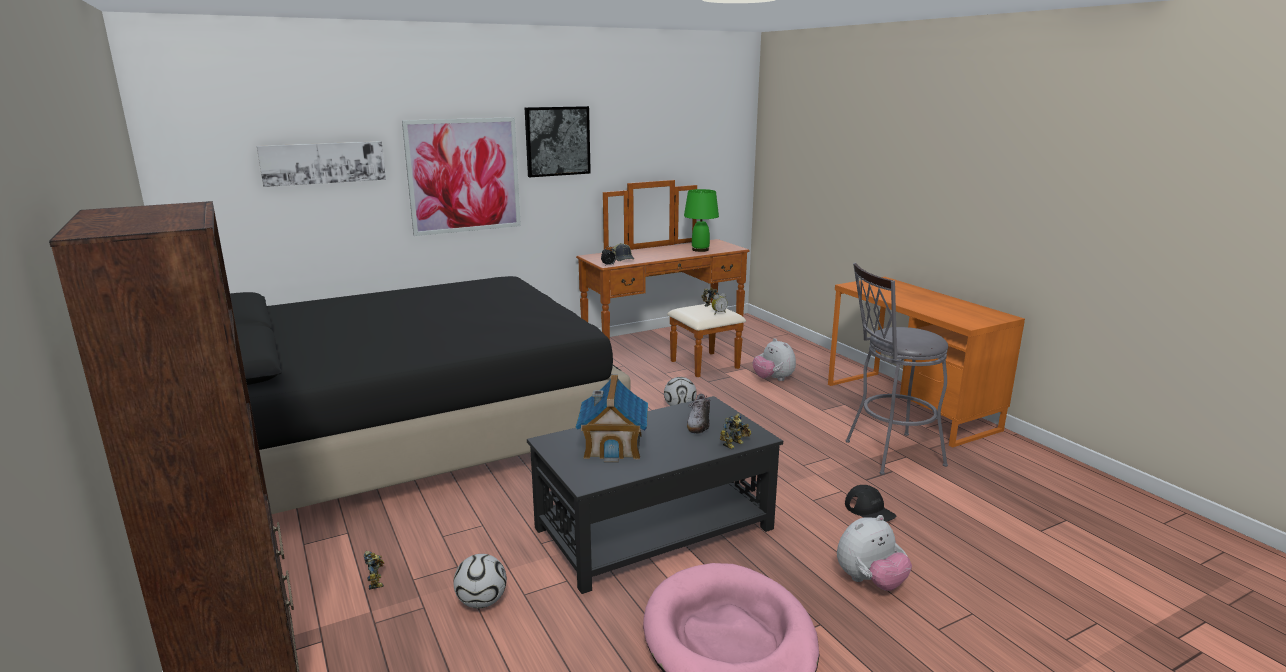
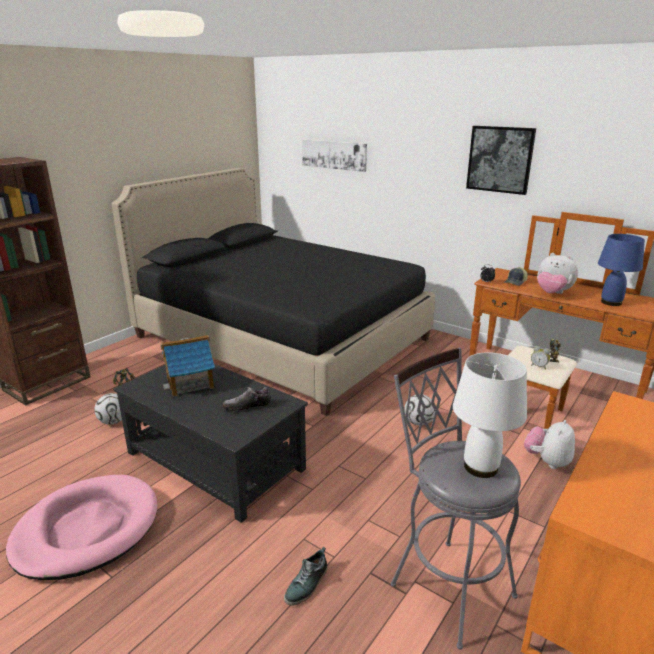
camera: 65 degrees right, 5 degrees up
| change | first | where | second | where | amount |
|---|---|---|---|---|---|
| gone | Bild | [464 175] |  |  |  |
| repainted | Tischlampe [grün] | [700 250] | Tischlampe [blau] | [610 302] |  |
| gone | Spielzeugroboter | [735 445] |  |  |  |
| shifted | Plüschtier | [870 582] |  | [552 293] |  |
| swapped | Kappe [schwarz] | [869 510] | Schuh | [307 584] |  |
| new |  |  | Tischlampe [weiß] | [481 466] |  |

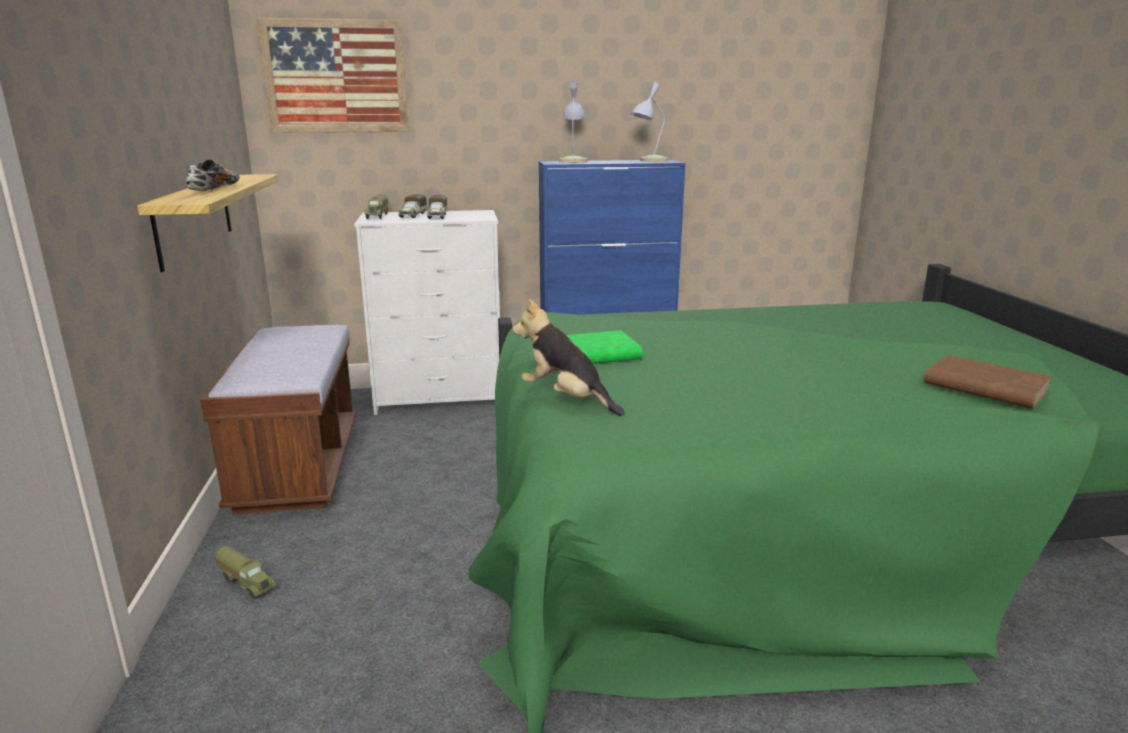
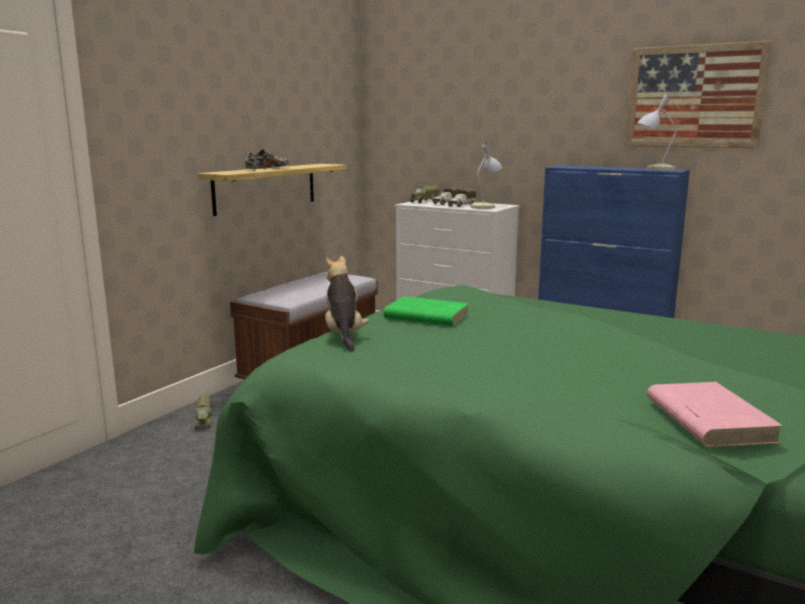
camera: 40 degrees right, 5 degrees down
| change | first | where | second | where | amount |
|---|---|---|---|---|---|
| shifted | Bild | [336 77] |  | [694 96] |  |
| shifted | Tischlampe | [573 161] |  | [486 207] |  |
| repainted | Buch [braun] | [984 387] | Buch [rosa] | [707 419] |  |

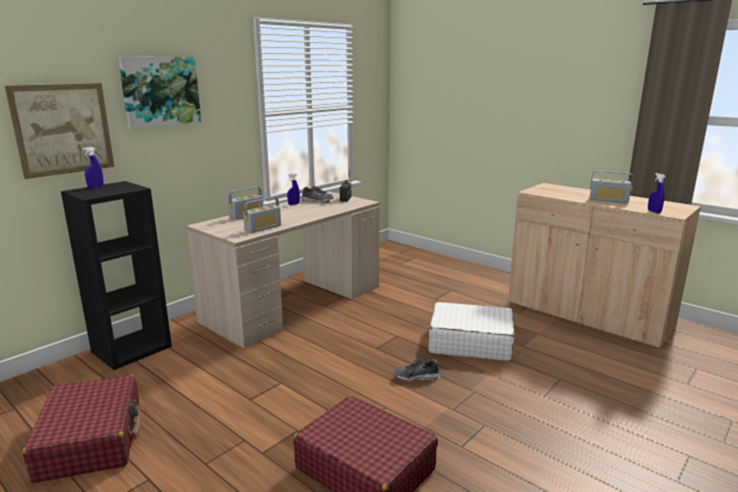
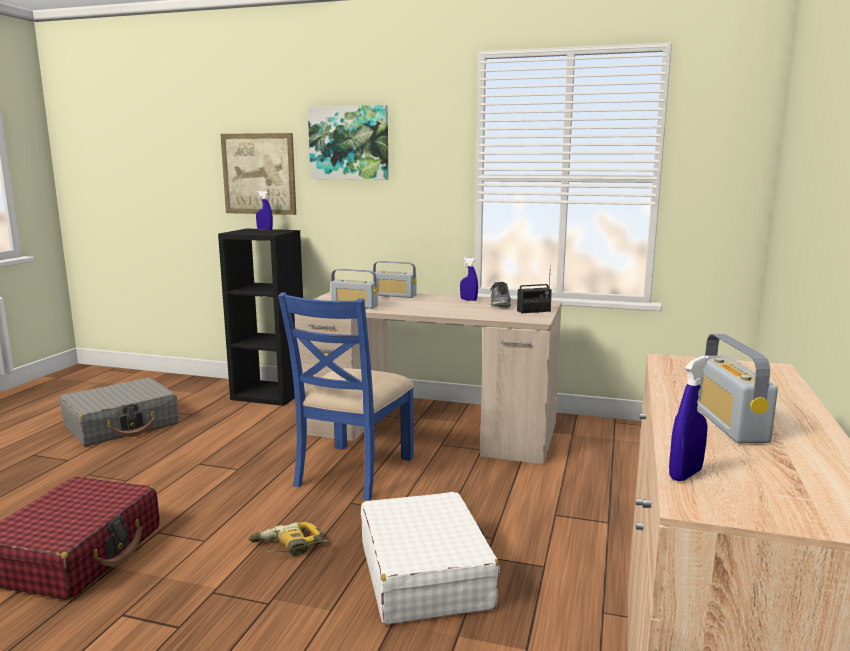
camera: 65 degrees right, 5 degrees down
| change | first | where | second | where | amount |
|---|---|---|---|---|---|
| repainted | Koffer [rot] | [91 440] | Koffer [grau] | [122 425] |  |
| swapped | Schuh | [417 377] | Bohrmaschine | [289 547] |  |
| new |  |  | Stuhl [blau] | [353 471] |  |

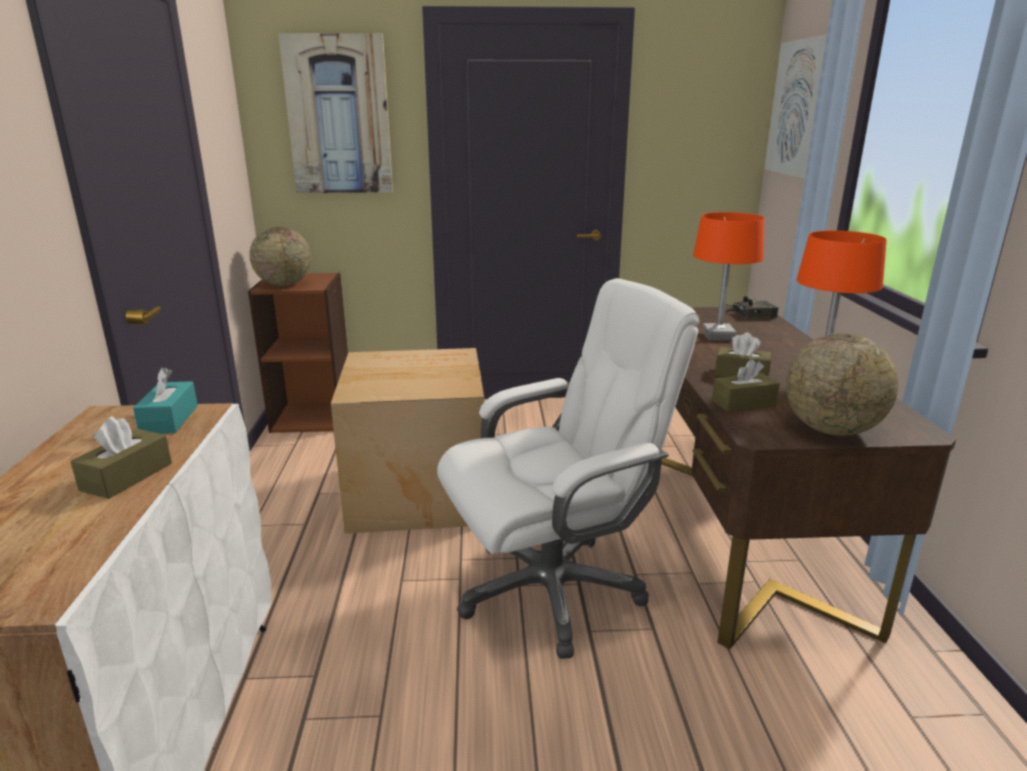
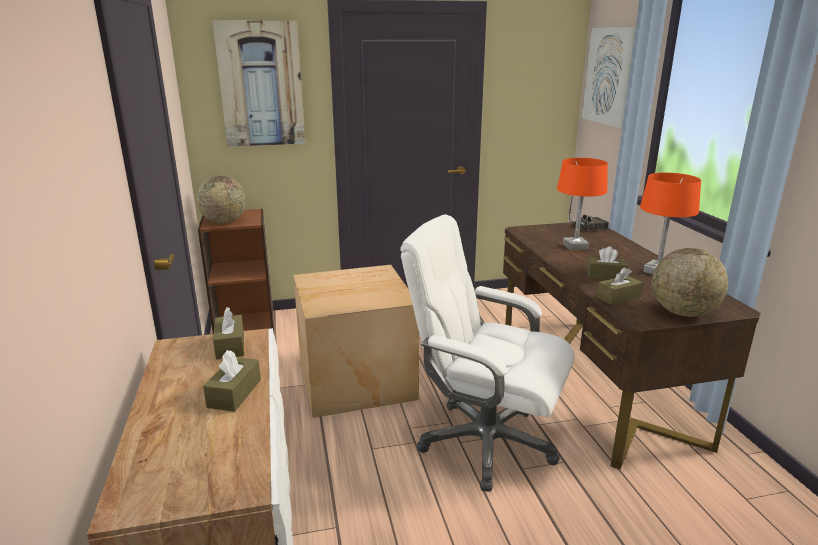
camera: 10 degrees left, 0 degrees up
| change | first | where | second | where | amount |
|---|---|---|---|---|---|
| repainted | Taschentuchbox [türkis] | [169 419] | Taschentuchbox [braun] | [230 346] |  |
| rotated | Bürostuhl [weiß] | [552 589] |  | [485 442] | 120 degrees counterclockwise |

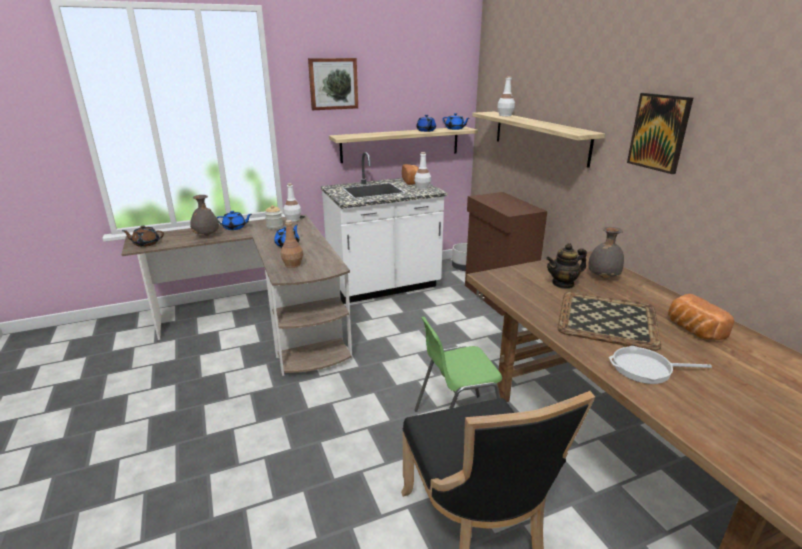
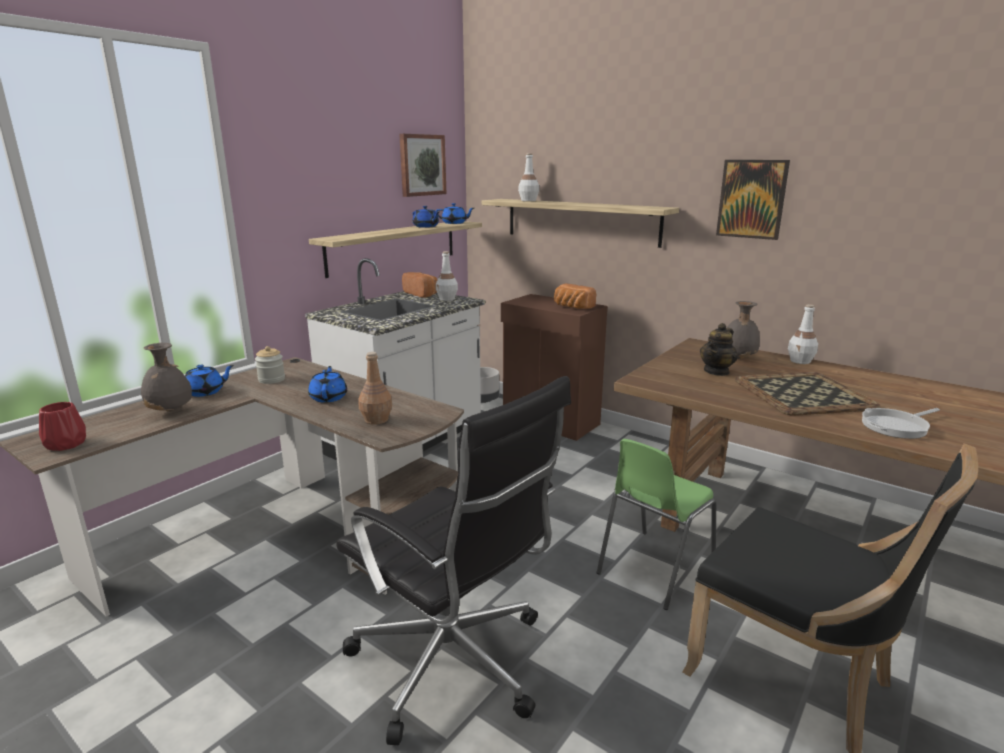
camera: 30 degrees left, 5 degrees down
| change | first | where | second | where | amount |
|---|---|---|---|---|---|
| swapped | Teekanne [braun] | [146 244] | Vase [rot] | [65 445] |  |
| shifted | Flasche [weiß] | [293 219] |  | [800 361] |  |
| shifted | Bild | [333 84] |  | [422 165] |  |
| shifted | Brot | [692 330] |  | [572 307] |  |
| new |  |  | Bürostuhl [schwarz] | [453 664] |  |

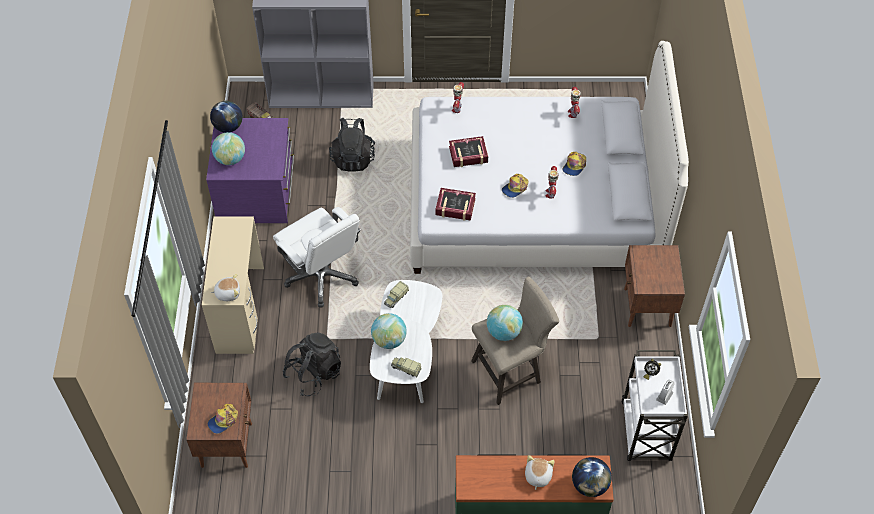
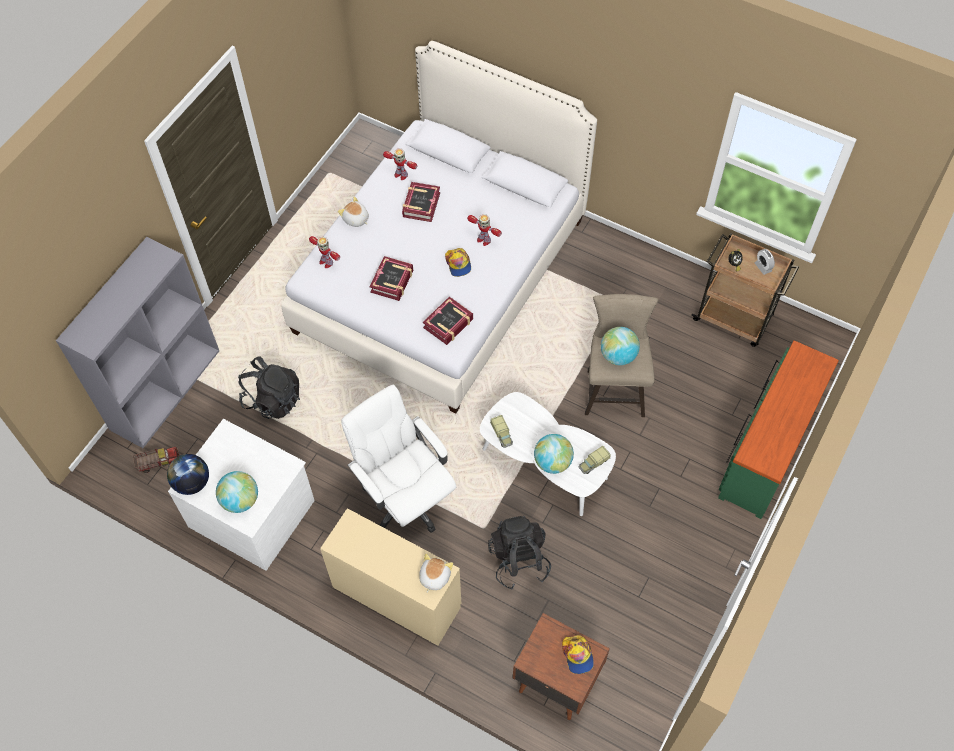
camera: 60 degrees left, 5 degrees up
| change | first | where | second | where | amount |
|---|---|---|---|---|---|
| repainted | Kommode [lila] | [257 192] | Kommode [weiß] | [253 512] |  |
| rotated | Bürostuhl [weiß] | [322 276] |  | [405 498] | 120 degrees counterclockwise |
| shifted | Plüschtier | [537 476] |  | [355 219] |  |
| gone | Kappe | [574 166] |  |  |  |
| gone | Globus | [589 485] |  |  |  |
| repainted | Rollwagen [weiß] | [646 433] | Rollwagen [braun] | [734 319] |  |
| gone | Nachttisch [braun] | [647 308] |  |  |  |
| new |  |  | Buch | [421 205] |  |

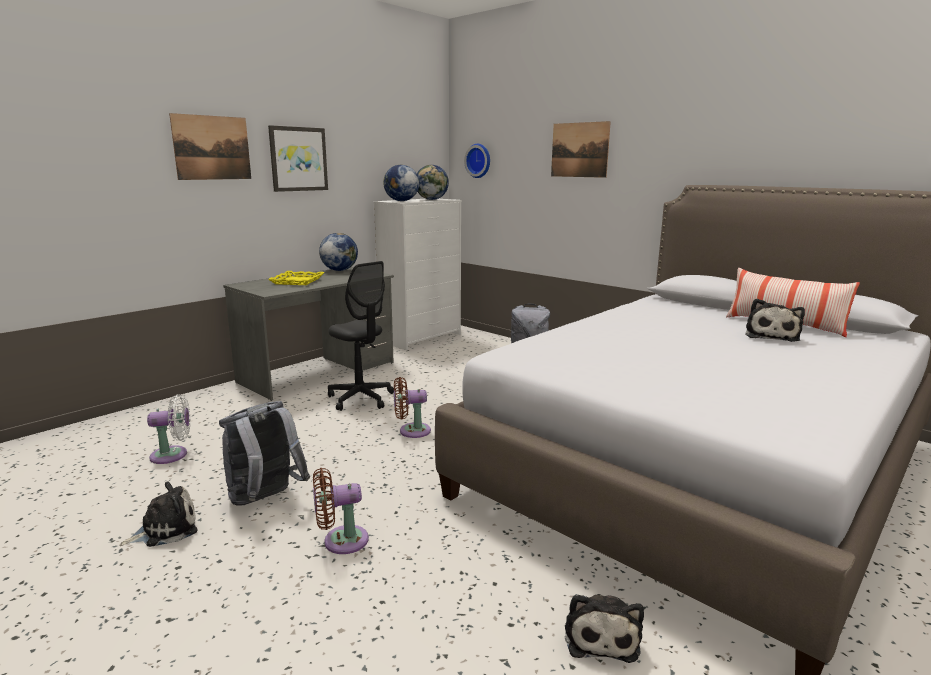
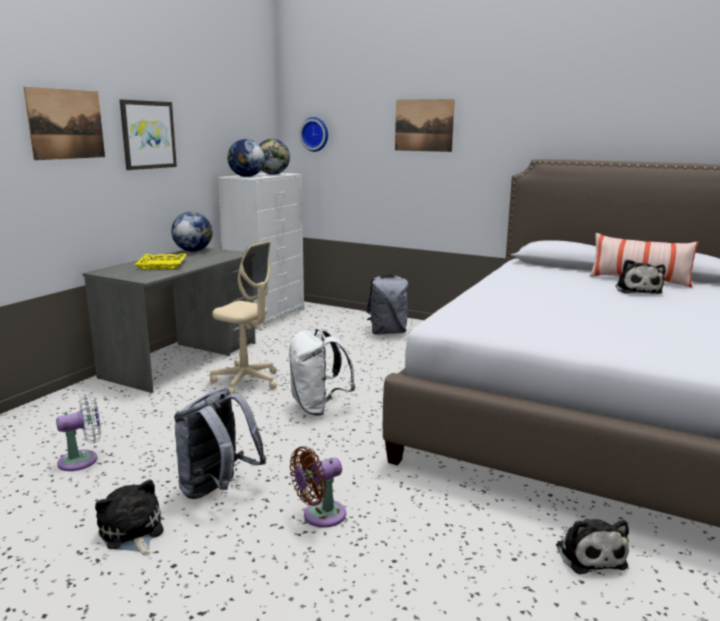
camera: 15 degrees left, 0 degrees up
| change | first | where | second | where | amount |
|---|---|---|---|---|---|
| rotated | Plüschtier | [165 529] |  | [132 533] | 75 degrees counterclockwise |
| repainted | Bürostuhl [schwarz] | [361 398] | Bürostuhl [beige] | [246 381] |  |
| swapped | Ventilator [braun] | [411 431] | Rucksack [weiß] | [318 407] |  |

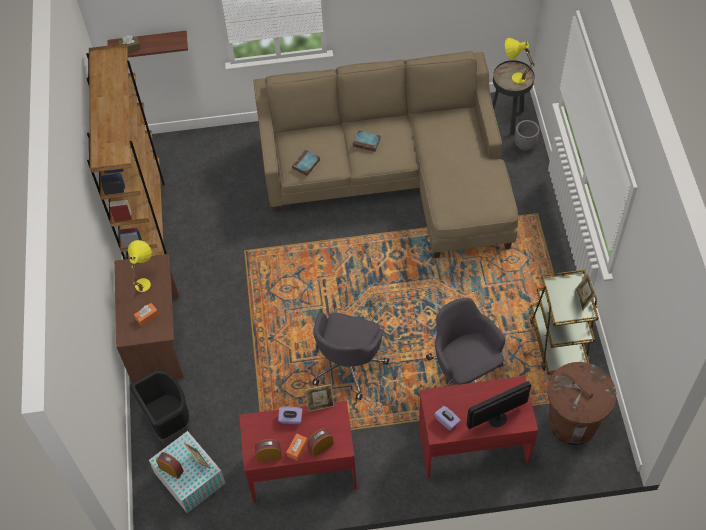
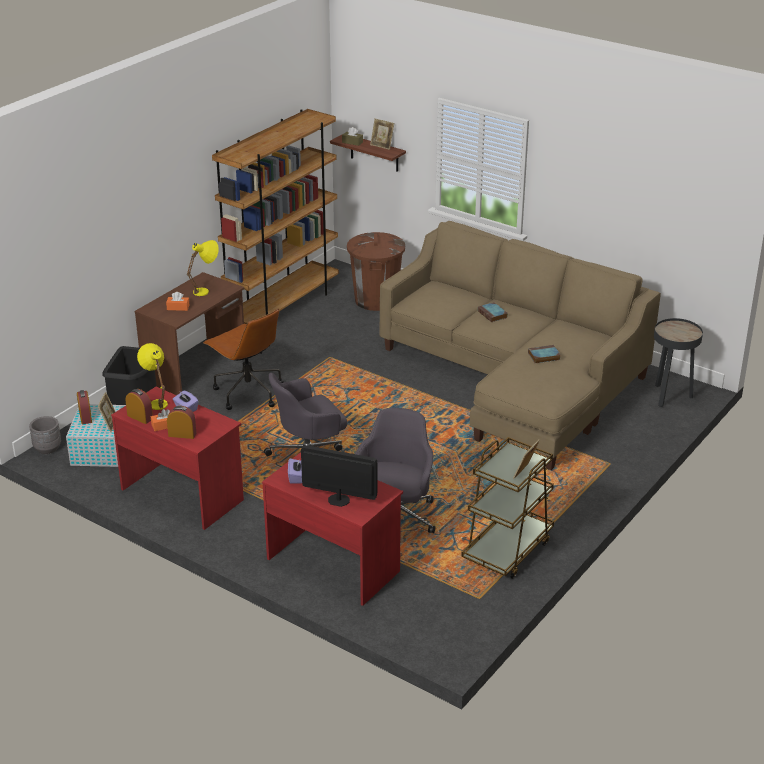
camera: 40 degrees right, 25 degrees down
| change | first | where | second | where | amount |
|---|---|---|---|---|---|
| shifted | Buch | [306 164] |  | [543 356] |  |
| shifted | Bilderrahmen | [320 404] |  | [382 146] |  |
| shifted | Tischlampe [gelb] | [513 76] |  | [157 401] |  |
| shifted | Pflanzkübel [grau] | [525 144] |  | [47 448] |  |
| shifted | Mülleimer [braun] | [572 423] |  | [376 300] |  |
| new |  |  | Bürostuhl [braun] | [247 392] |  |

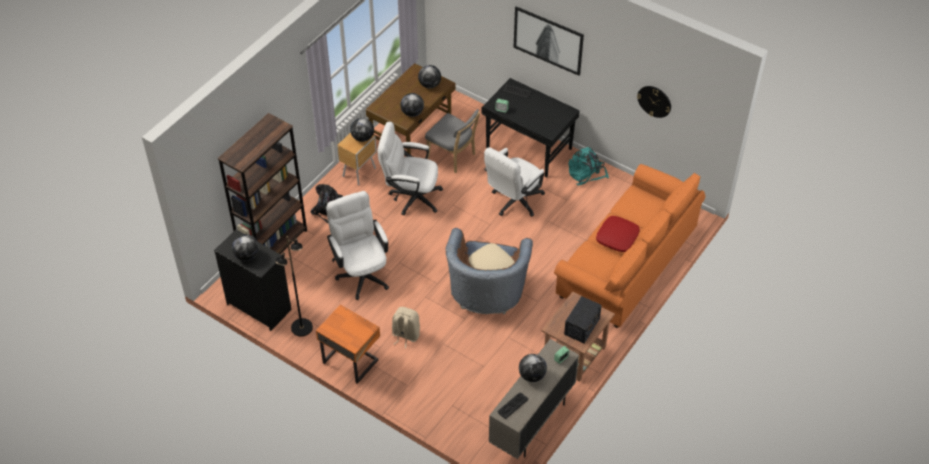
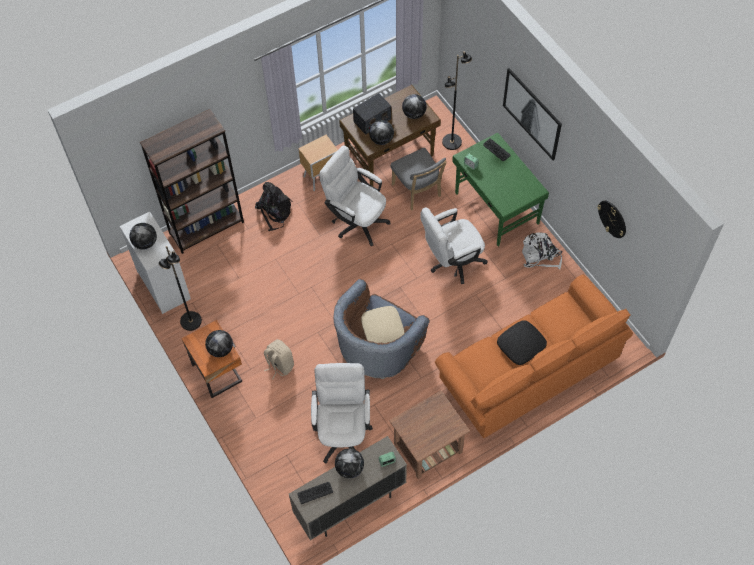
camera: 25 degrees right, 10 degrees up
| change | first | where | second | where | amount |
|---|---|---|---|---|---|
| repainted | Kommode [schwarz] | [259 306] | Kommode [weiß] | [164 285] |  |
| shifted | Bürostuhl [weiß] | [361 272] |  | [343 431] |  |
| shifted | Globus | [362 138] |  | [221 349] |  |
| repainted | Schreibtisch [schwarz] | [529 149] | Schreibtisch [grün] | [496 209] |  |
| shifted | Radio | [581 326] |  | [372 120] |  |
| repainted | Rucksack [türkis] | [586 173] | Rucksack [weiß] | [540 256] |  |
| repainted | Kissen [rot] | [617 237] | Kissen [schwarz] | [521 345] |  |
| new |  |  | Stehlampe [schwarz] | [452 142] |  |

